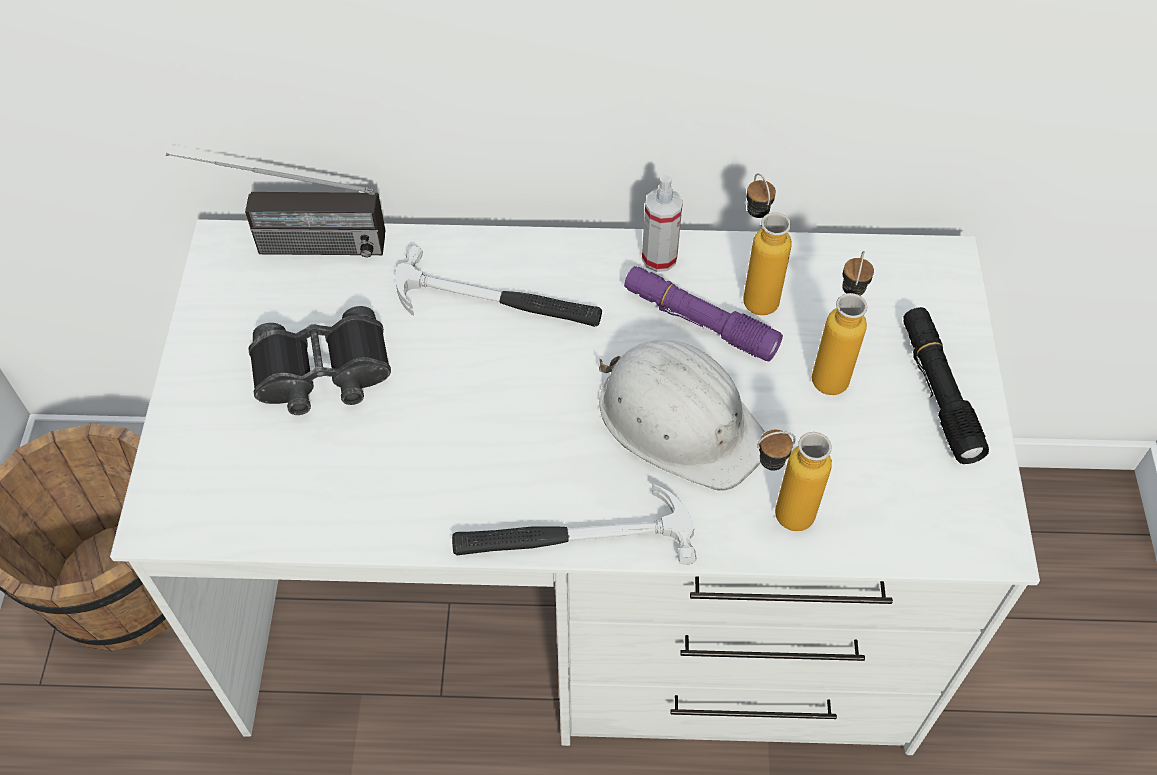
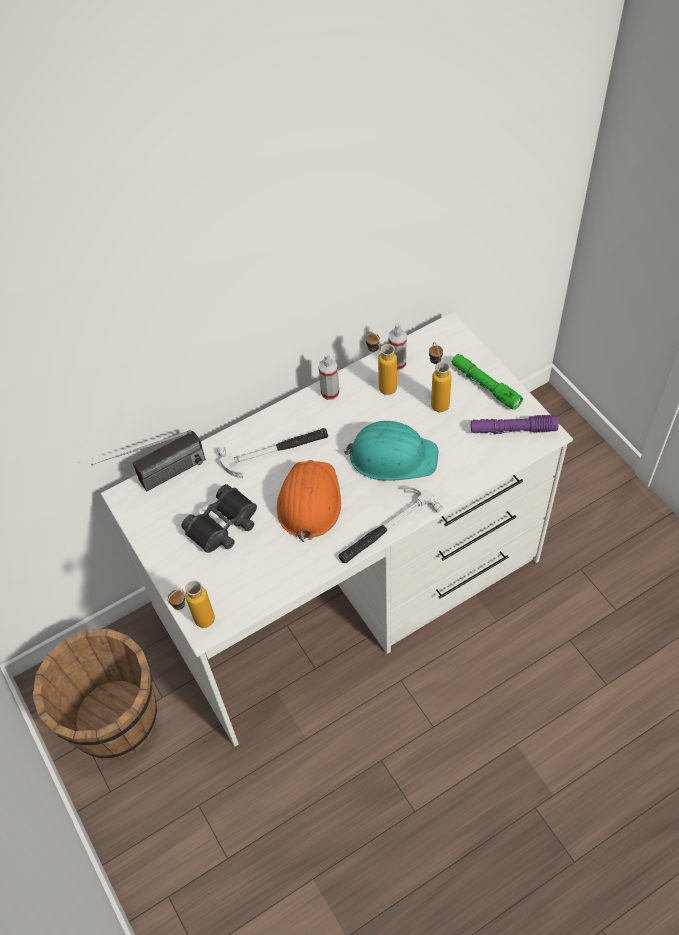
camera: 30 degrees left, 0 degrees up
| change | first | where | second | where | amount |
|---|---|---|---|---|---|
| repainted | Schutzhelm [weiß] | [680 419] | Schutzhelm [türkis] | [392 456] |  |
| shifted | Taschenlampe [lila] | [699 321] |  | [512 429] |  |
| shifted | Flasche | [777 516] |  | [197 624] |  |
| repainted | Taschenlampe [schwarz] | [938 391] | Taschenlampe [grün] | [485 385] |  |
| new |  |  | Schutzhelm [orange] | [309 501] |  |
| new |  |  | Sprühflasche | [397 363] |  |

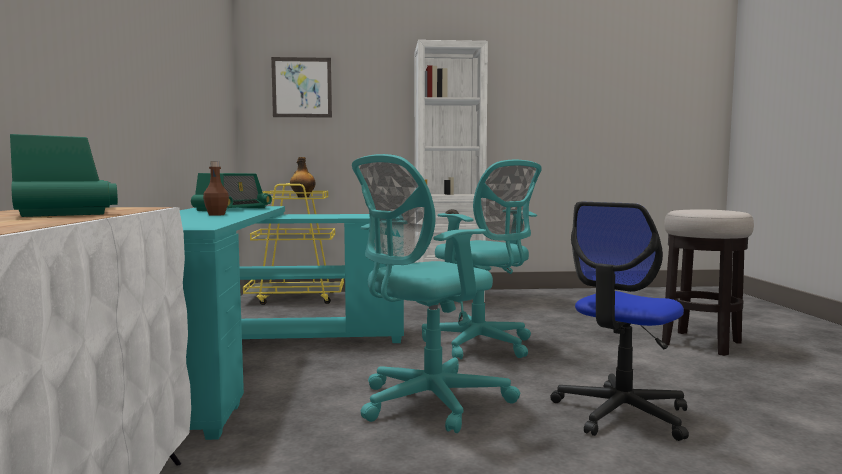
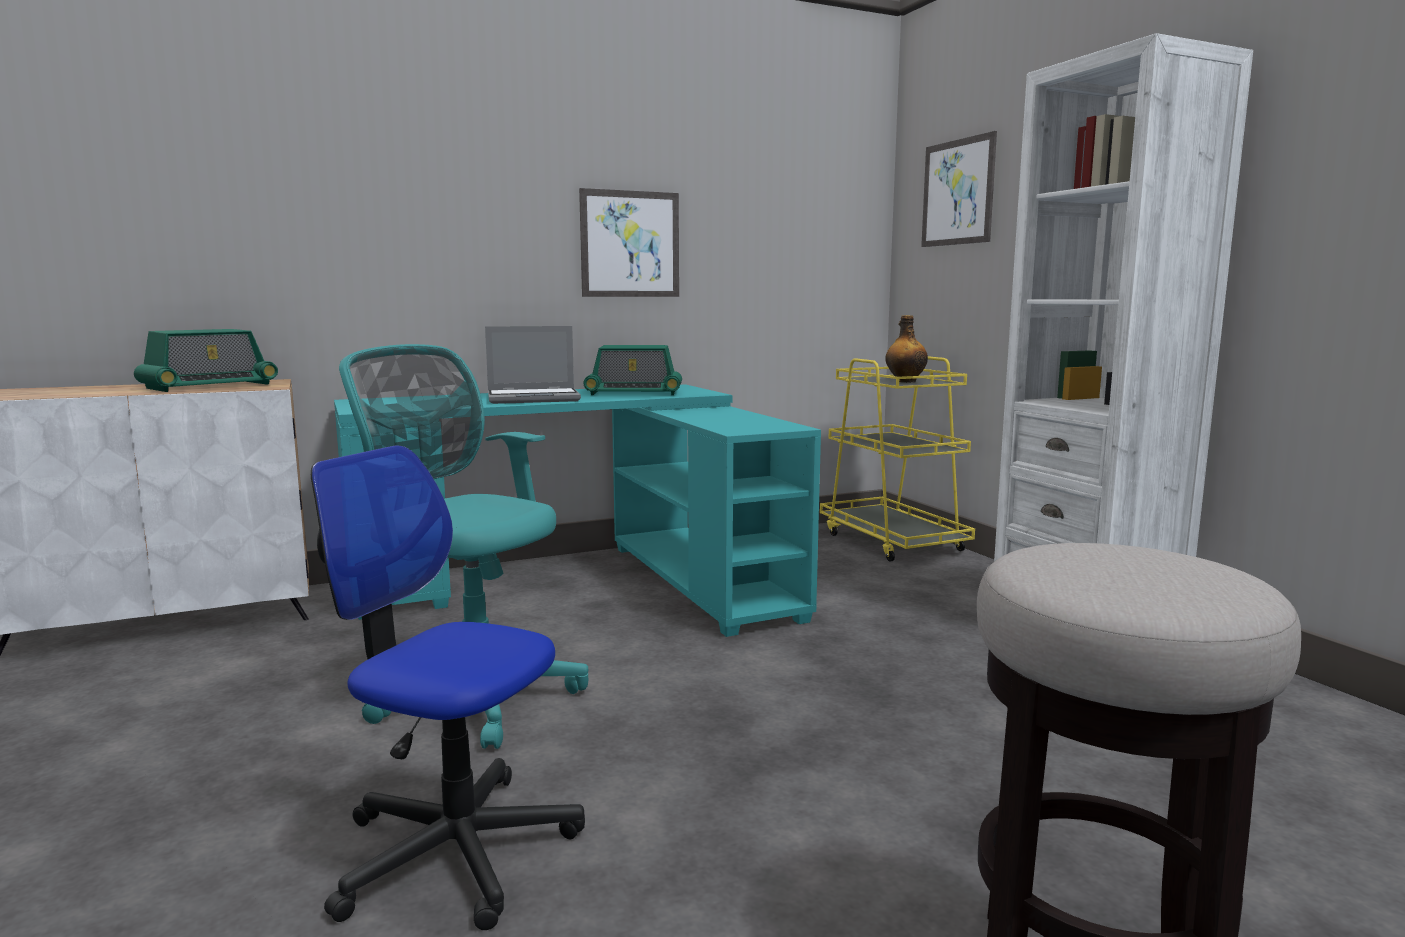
camera: 70 degrees right, 5 degrees up
| change | first | where | second | where | amount |
|---|---|---|---|---|---|
| swapped | Flasche [braun] | [216 215] | Laptop | [534 398] |  |
| gone | Bürostuhl [türkis] | [482 345] |  |  |  |
| new |  |  | Bild | [630 244] |  |

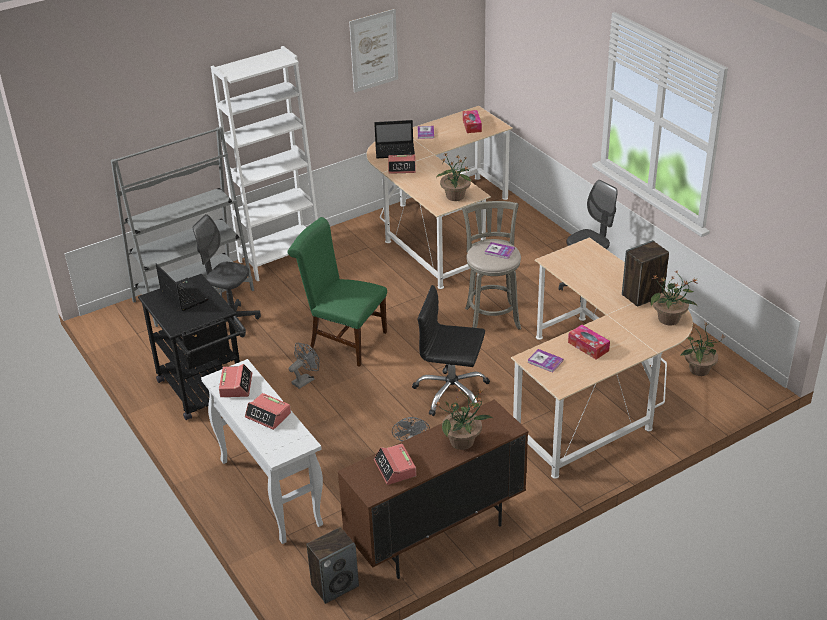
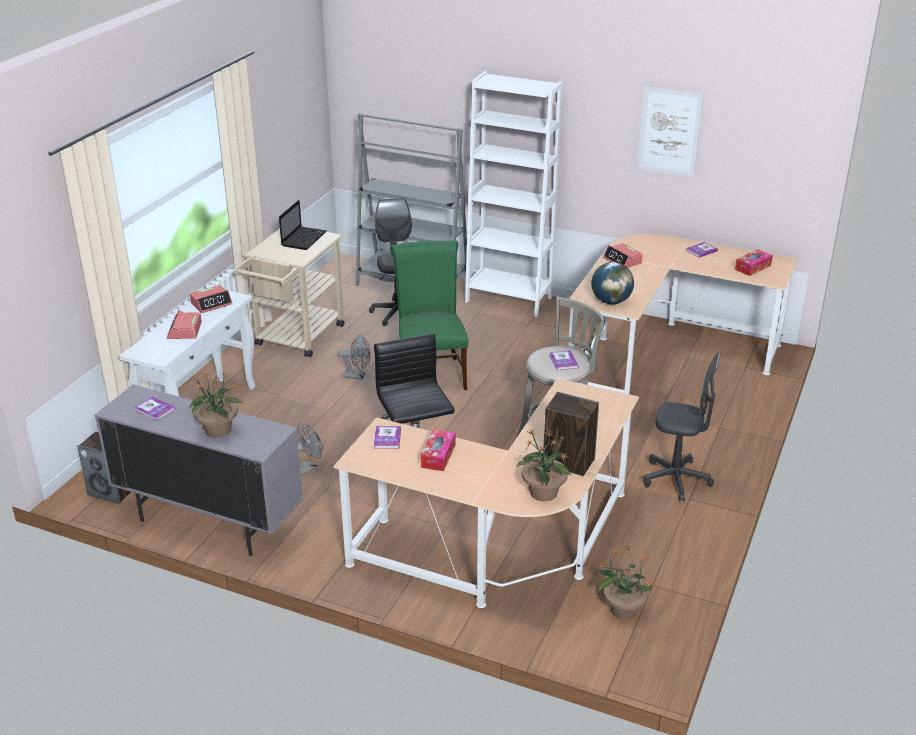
camera: 55 degrees right, 5 degrees down
| change | first | where | second | where | amount |
|---|---|---|---|---|---|
| repainted | Rollwagen [schwarz] | [205 393] | Rollwagen [beige] | [296 339] |  |
| repainted | Schrank [braun] | [436 536] | Schrank [grau] | [209 522] |  |
| gone | Laptop | [396 151] |  |  |  |
| swapped | Wecker | [395 468] | Buch | [154 410] |  |
| swapped | Topfpflanze | [455 196] | Globus | [610 301] |  |

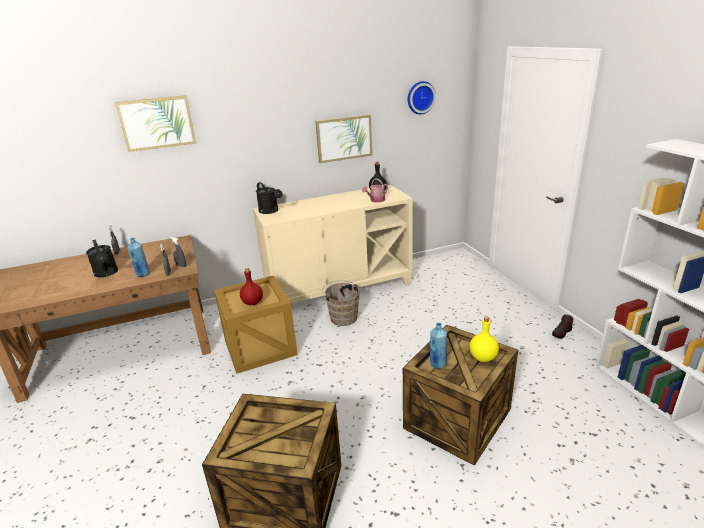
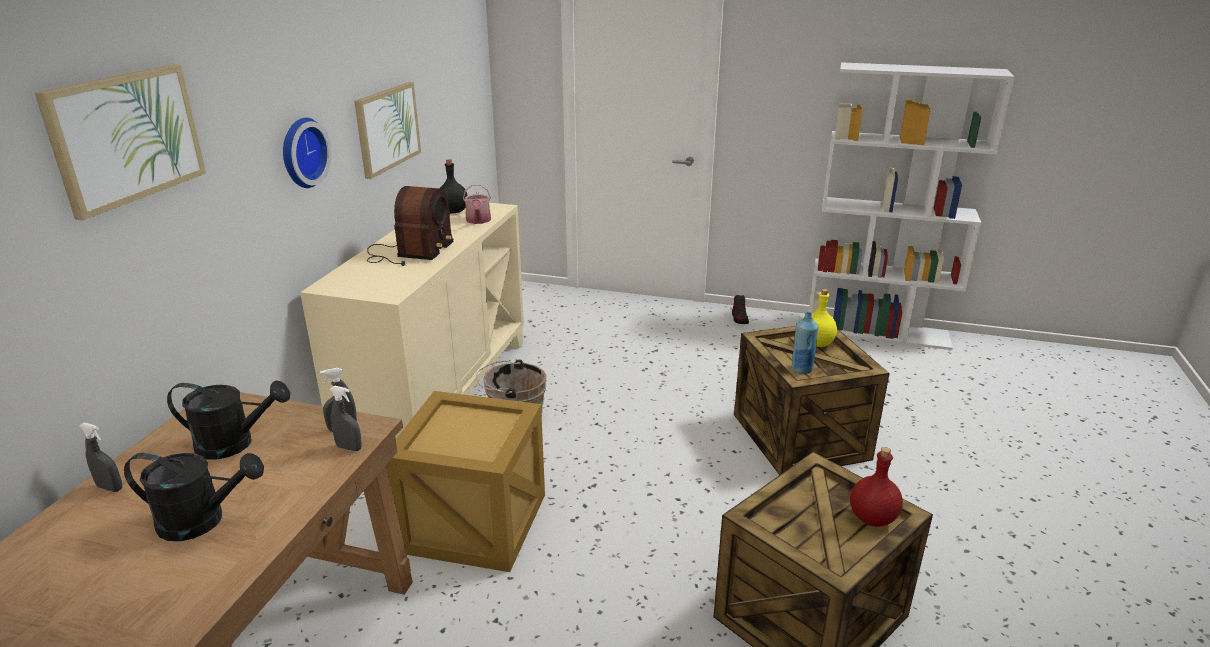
camera: 55 degrees left, 0 degrees up
| change | first | where | second | where | amount |
|---|---|---|---|---|---|
| gone | Flasche [blau] | [143 274] |  |  |  |
| shifted | Flasche [rot] | [253 302] |  | [872 518] |  |
| shifted | Gießkanne [schwarz] | [270 211] |  | [235 444] |  |
| shifted | Wanduhr | [420 97] |  | [301 152] |  |
| new |  |  | Radio | [409 253] |  |

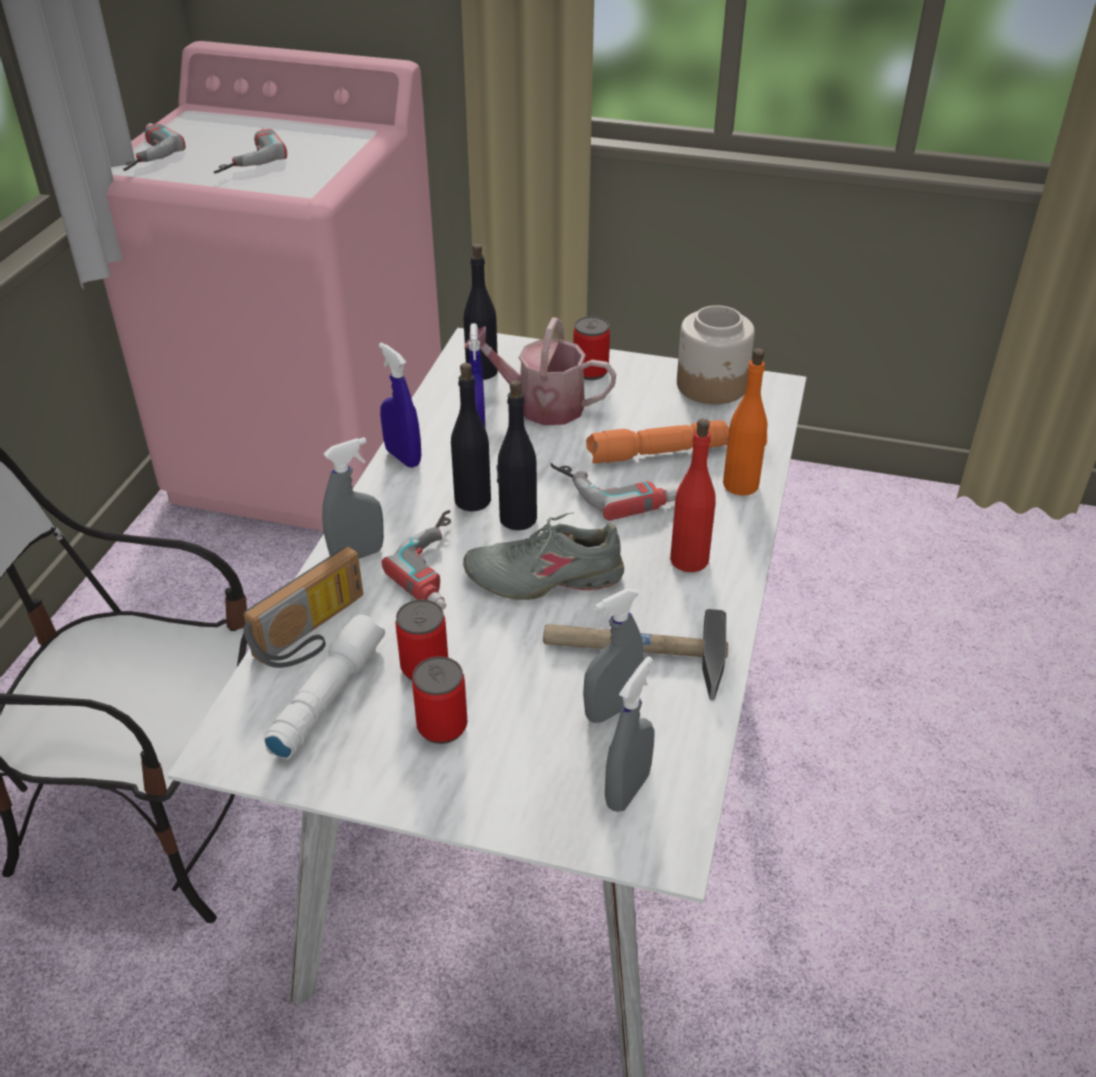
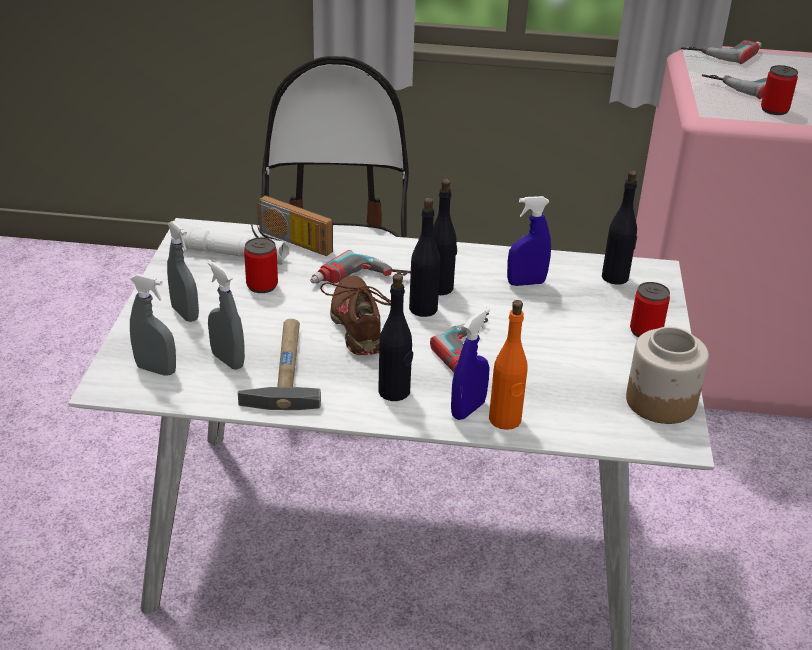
camera: 80 degrees right, 5 degrees down
| change | first | where | second | where | amount |
|---|---|---|---|---|---|
| shifted | Sprühflasche [grau] | [357 555] |  | [185 314] |  |
| shifted | Sprühflasche [blau] | [403 457] |  | [468 409] |  |
| shifted | Dose | [442 726] |  | [774 110] |  |
| repainted | Schuh [grau] | [544 577] | Schuh [braun] | [359 325] |  |
| gone | Gießkanne | [541 405] |  |  |  |
| gone | Taschenlampe [orange] | [656 454] |  |  |  |
| repainted | Flasche [rot] | [689 559] | Flasche [schwarz] | [394 392] |  |

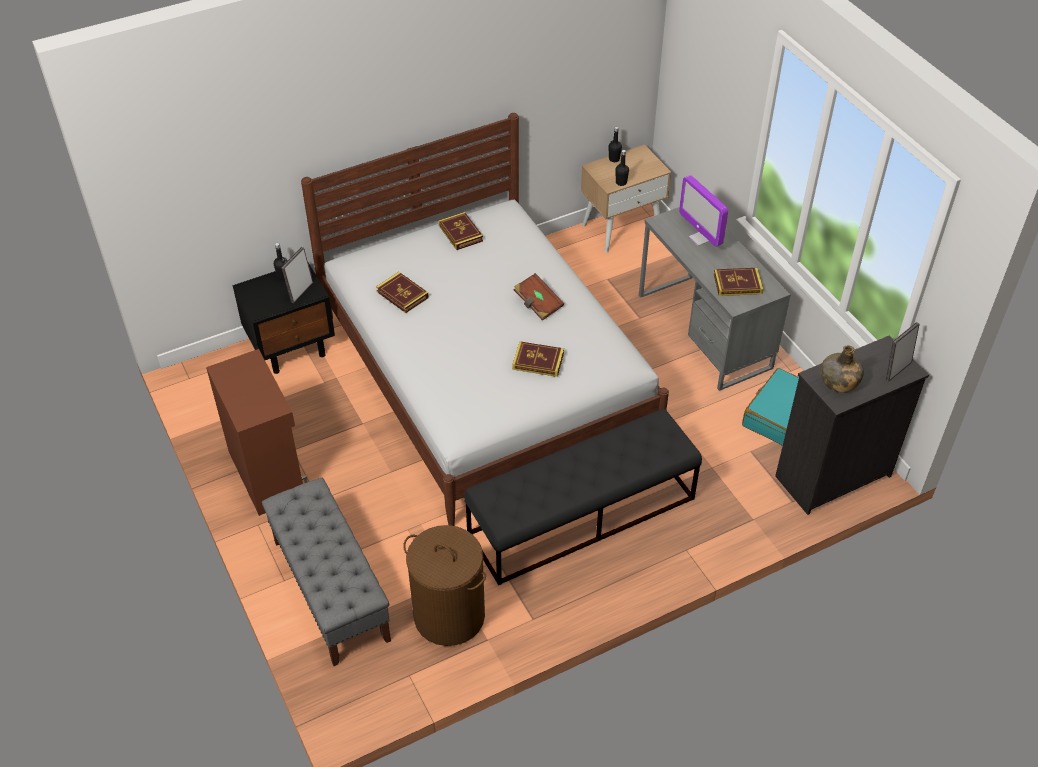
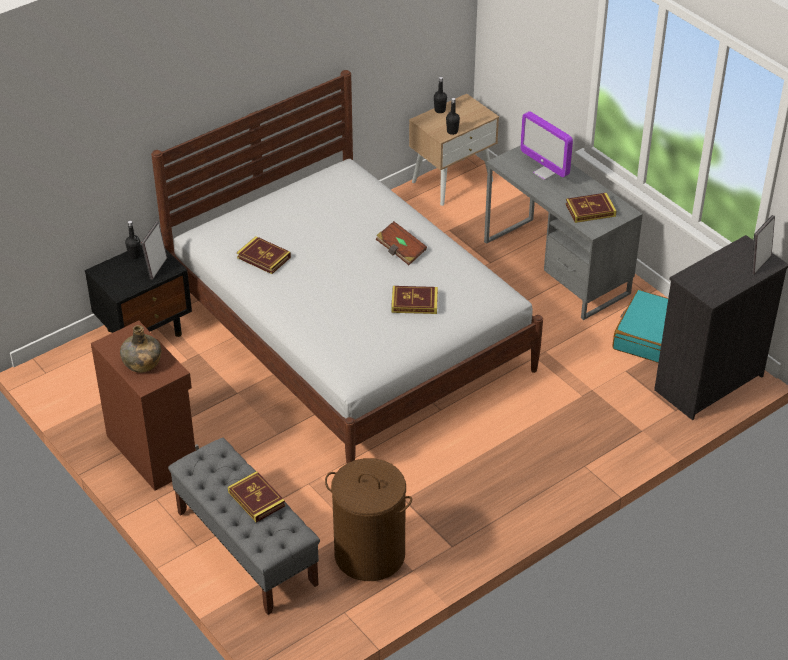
camera: 10 degrees left, 5 degrees down
| change | first | where | second | where | amount |
|---|---|---|---|---|---|
| shifted | Buch | [460 233] |  | [256 499] |  |
| gone | Bank [schwarz] | [582 516] |  |  |  |
| shifted | Flasche [grün] | [838 382] |  | [142 363] |  |

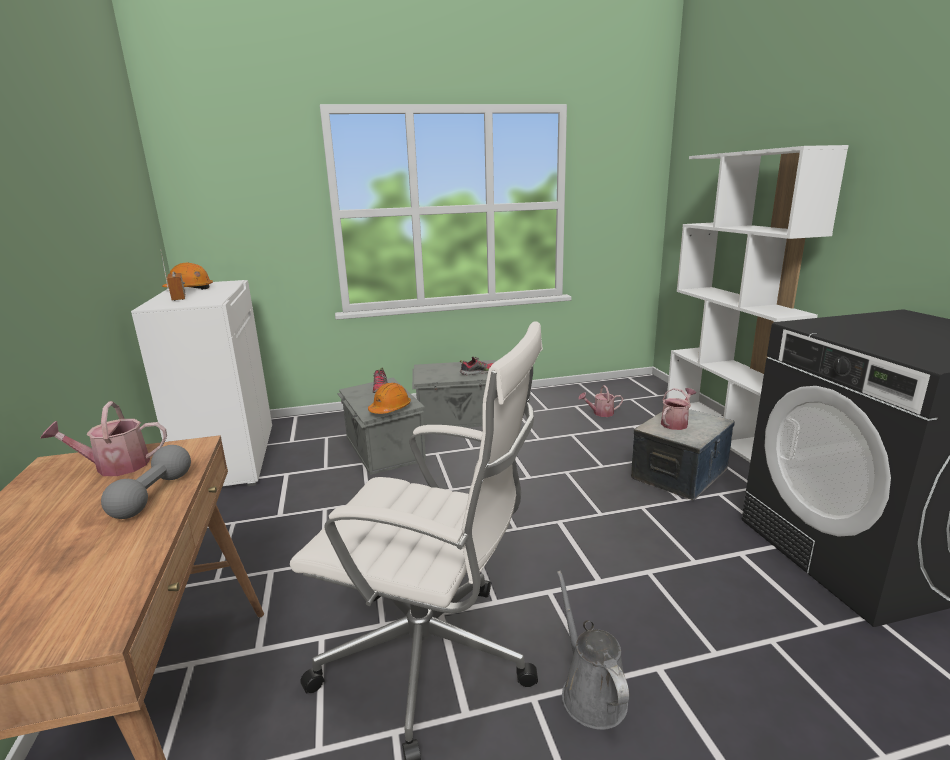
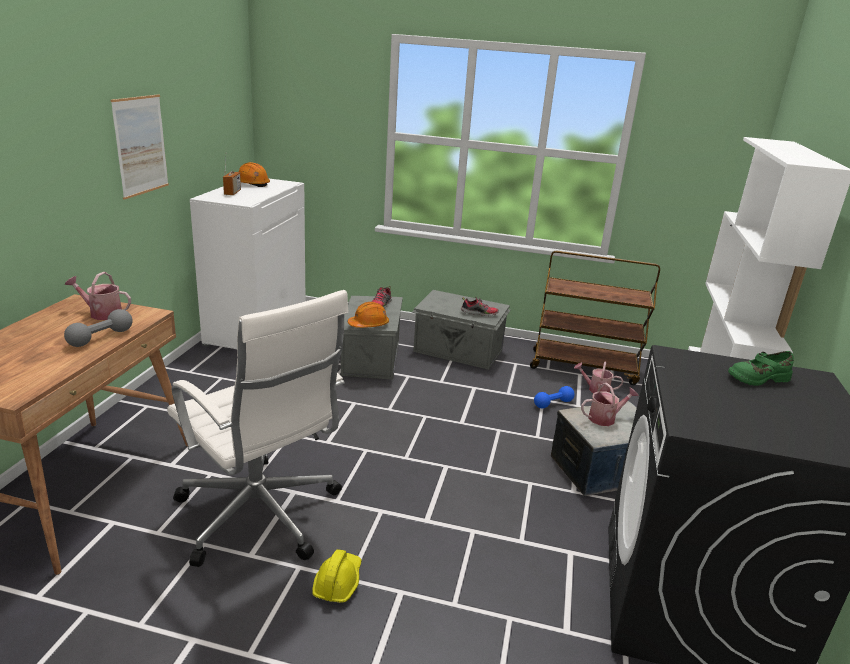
camera: 25 degrees right, 5 degrees up
| change | first | where | second | where | amount |
|---|---|---|---|---|---|
| swapped | Gießkanne [grau] | [590 692] | Schutzhelm [gelb] | [338 582] |  |
| new |  |  | Bild | [141 145] |  |
| new |  |  | Rollwagen [braun] | [584 367] |  |
| new |  |  | Hantel [blau] | [553 404] |  |
| new |  |  | Schuh [grün] | [757 378] |  |

